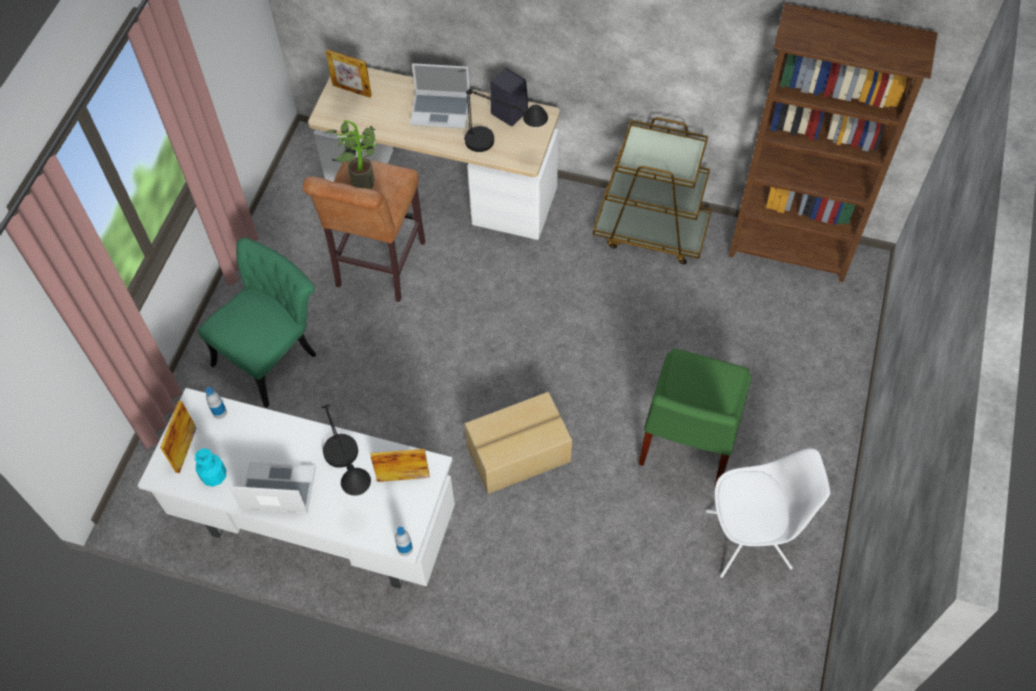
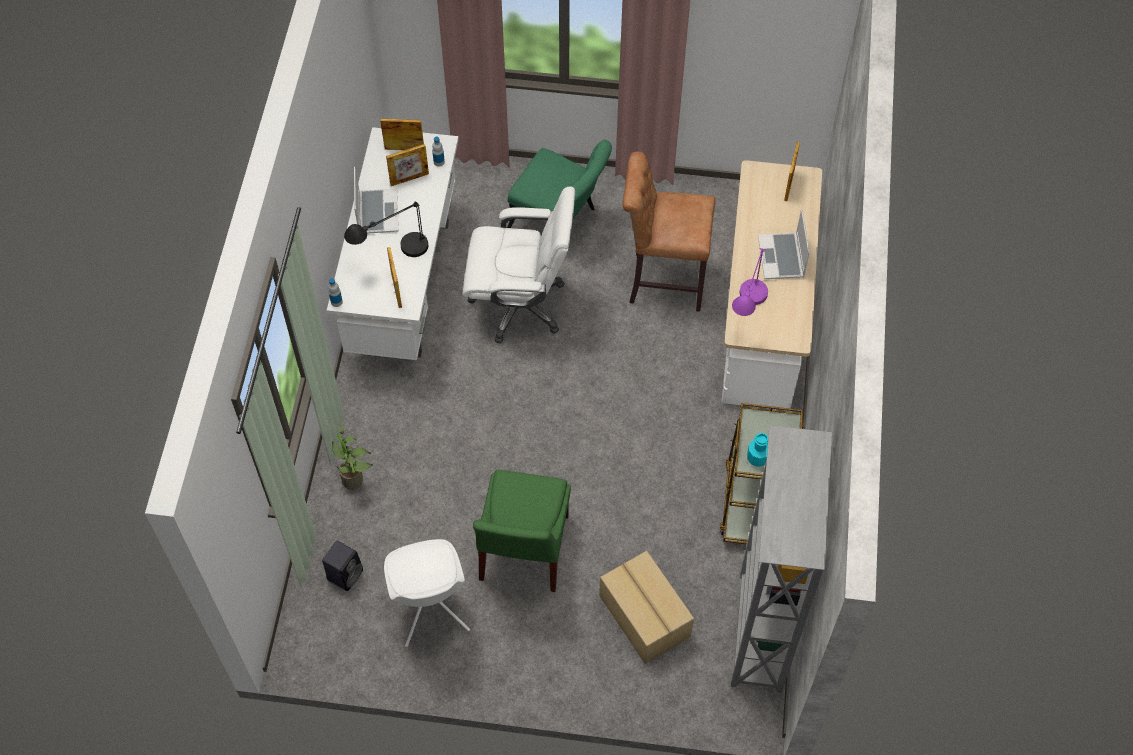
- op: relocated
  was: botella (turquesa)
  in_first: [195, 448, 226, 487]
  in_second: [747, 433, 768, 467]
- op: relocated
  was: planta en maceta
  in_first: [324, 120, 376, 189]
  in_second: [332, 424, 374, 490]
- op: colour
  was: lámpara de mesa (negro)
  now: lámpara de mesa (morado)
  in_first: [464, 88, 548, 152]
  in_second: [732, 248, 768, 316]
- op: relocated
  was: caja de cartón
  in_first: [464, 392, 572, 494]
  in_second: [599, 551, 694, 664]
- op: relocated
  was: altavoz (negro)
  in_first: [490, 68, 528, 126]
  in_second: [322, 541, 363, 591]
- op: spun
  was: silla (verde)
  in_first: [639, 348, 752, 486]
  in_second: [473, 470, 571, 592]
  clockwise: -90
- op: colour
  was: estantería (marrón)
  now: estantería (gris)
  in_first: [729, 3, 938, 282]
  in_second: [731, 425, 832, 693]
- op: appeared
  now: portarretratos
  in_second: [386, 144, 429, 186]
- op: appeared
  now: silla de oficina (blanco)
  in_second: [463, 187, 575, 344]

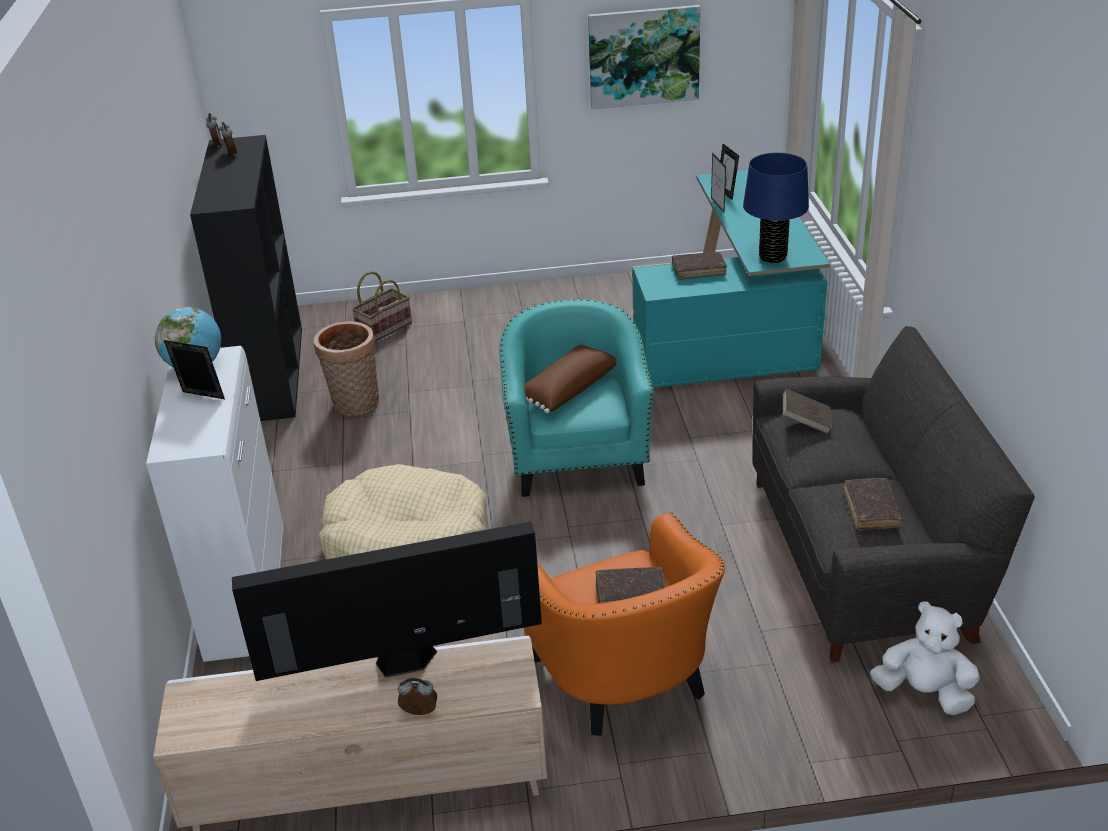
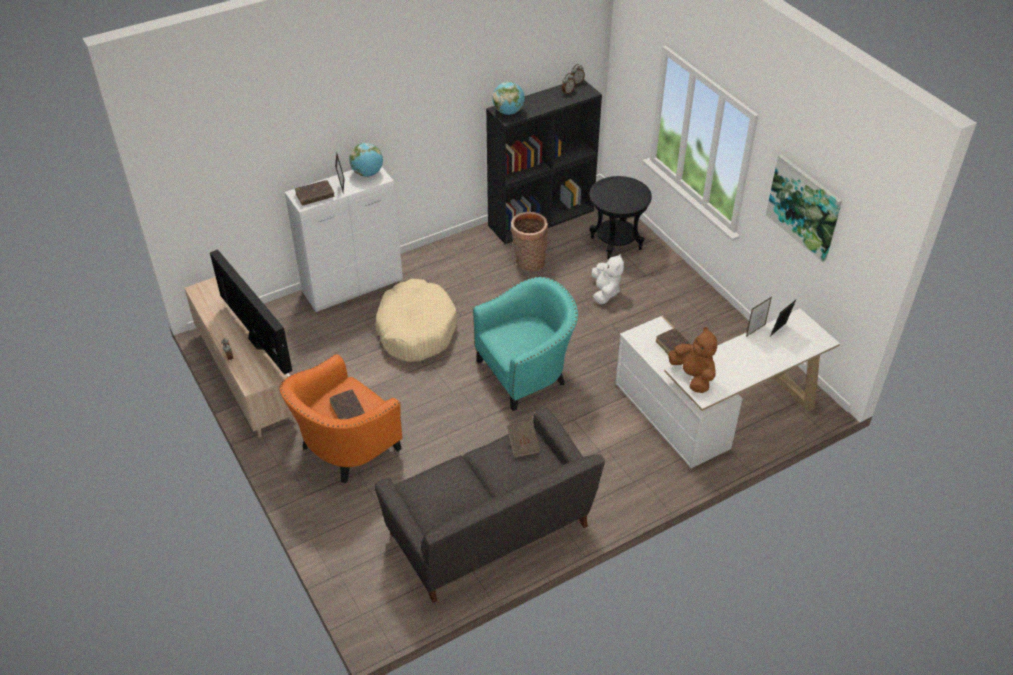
- op: exchanged
  was: cesta
  now: mesa auxiliar (negro)
  in_first: [352, 271, 412, 342]
  in_second: [589, 176, 652, 260]
- op: missing
  was: cojín (marrón)
  in_first: [524, 345, 616, 413]
- op: colour
  was: escritorio (turquesa)
  now: escritorio (blanco)
  in_first: [632, 170, 830, 388]
  in_second: [615, 309, 840, 468]
- op: exchanged
  was: lámpara de mesa (azul)
  now: peluche (marrón)
  in_first: [743, 152, 809, 263]
  in_second: [668, 327, 717, 393]
- op: relocated
  was: libro (marrón)
  in_first: [843, 478, 903, 531]
  in_second: [295, 180, 334, 205]
- op: relocated
  was: peluche (blanco)
  in_first: [870, 602, 980, 715]
  in_second: [592, 254, 624, 305]
- op: appeared
  now: globo terráqueo
  in_second: [492, 82, 525, 115]

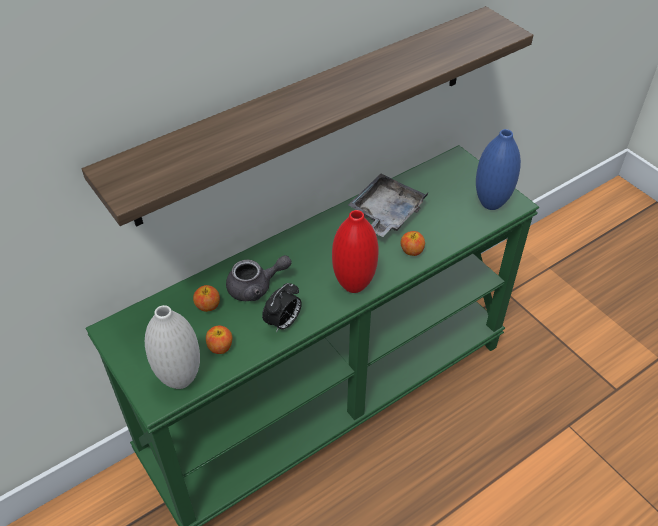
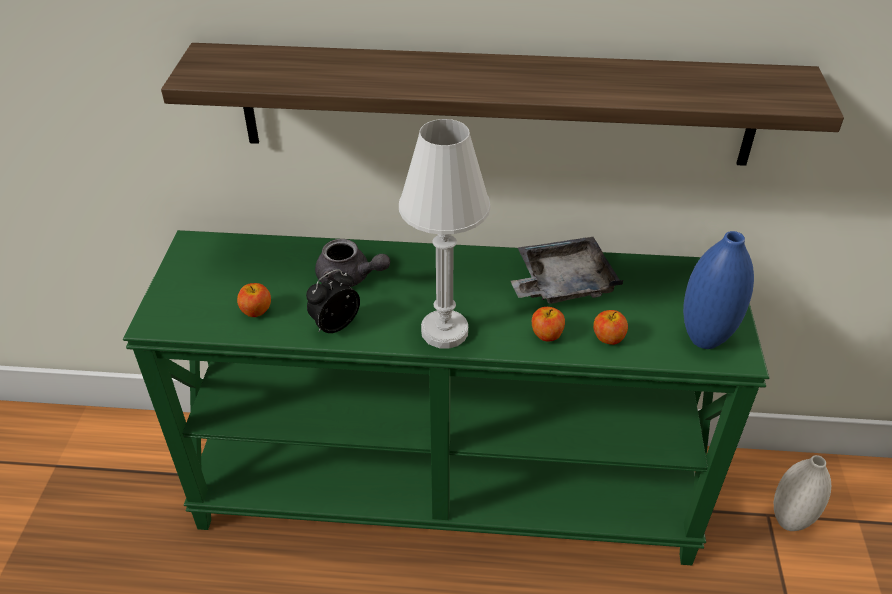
- op: relocated
  was: florero (blanco)
  in_first: [145, 305, 200, 389]
  in_second: [774, 455, 831, 531]
- op: relocated
  was: manzana
  in_first: [193, 285, 220, 312]
  in_second: [593, 310, 628, 345]
- op: spun
  was: despertador
  in_first: [262, 283, 302, 333]
  in_second: [306, 269, 360, 333]
  clockwise: 150
- op: exchanged
  was: florero (rojo)
  now: lámpara de mesa (blanco)
  in_first: [332, 210, 379, 293]
  in_second: [399, 119, 491, 348]

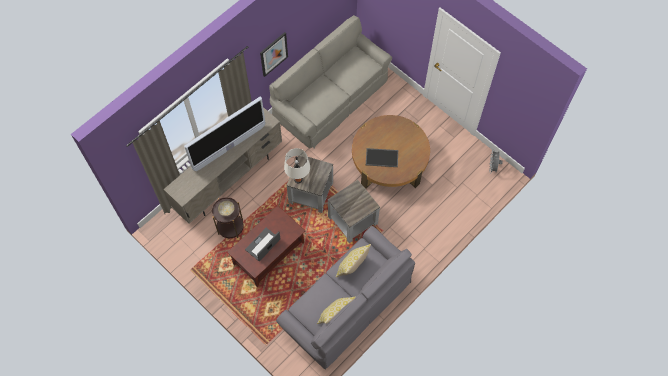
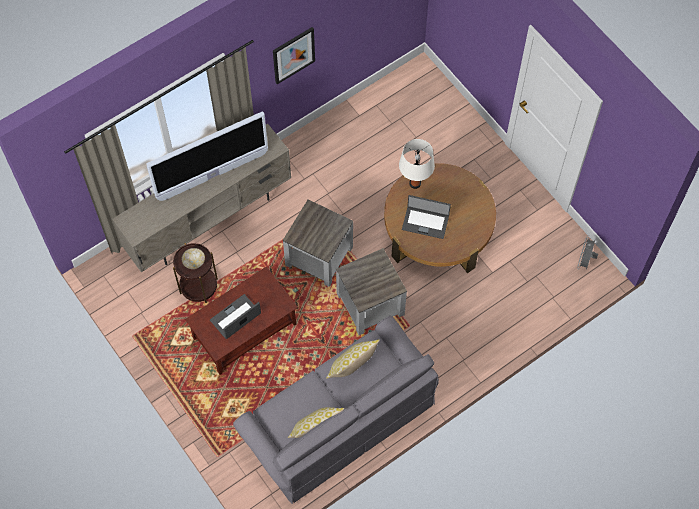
- op: missing
  was: sofá (gris)
  in_first: [269, 15, 392, 149]
- op: relocated
  was: lámpara de mesa (blanco)
  in_first: [284, 148, 310, 183]
  in_second: [399, 139, 435, 189]
- op: exchanged
  was: bandeja
  now: portátil
  in_first: [366, 148, 398, 167]
  in_second: [402, 195, 451, 239]

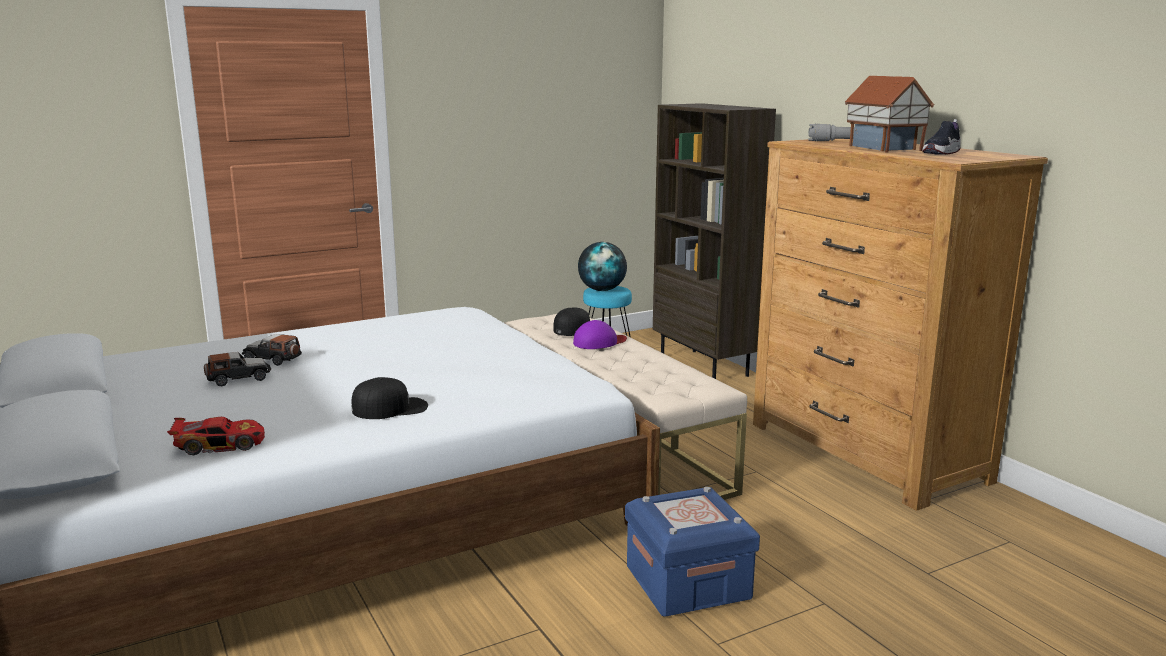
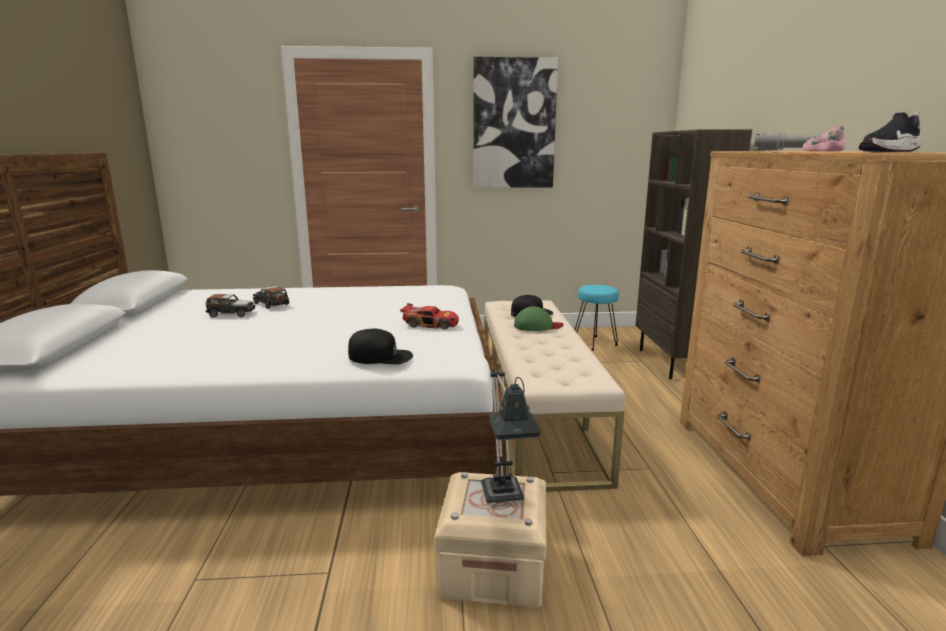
- op: relocated
  was: coche de juguete
  in_first: [167, 417, 265, 455]
  in_second: [400, 303, 459, 330]
- op: relocated
  was: gorra (negro)
  in_first: [351, 377, 428, 419]
  in_second: [348, 328, 413, 364]
- op: colour
  was: gorra (morado)
  now: gorra (verde)
  in_first: [573, 320, 627, 349]
  in_second: [514, 306, 564, 331]
- op: missing
  was: globo terráqueo
  in_first: [578, 242, 627, 291]
- op: colour
  was: caja de almacenaje (azul)
  now: caja de almacenaje (beis)
  in_first: [625, 487, 760, 617]
  in_second: [434, 472, 547, 607]
- op: exchanged
  was: casita
  now: zapato (rosa)
  in_first: [845, 76, 935, 153]
  in_second: [803, 126, 845, 151]
- op: appeared
  now: cuadro
  in_second: [473, 57, 558, 188]
- op: appeared
  now: lámpara de mesa
  in_second: [481, 369, 541, 503]

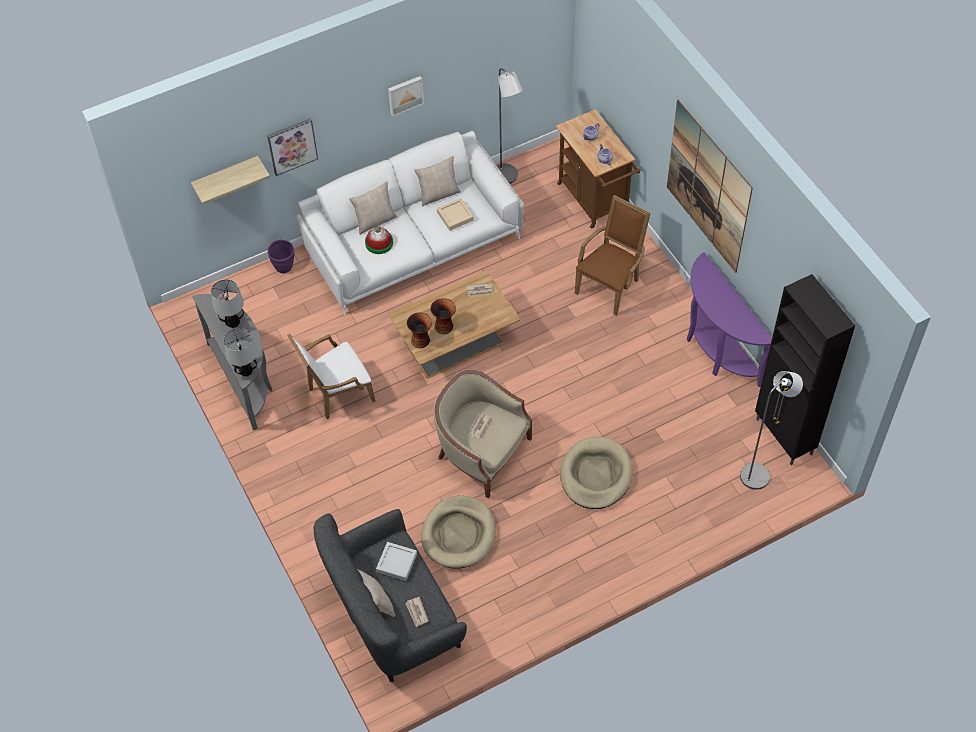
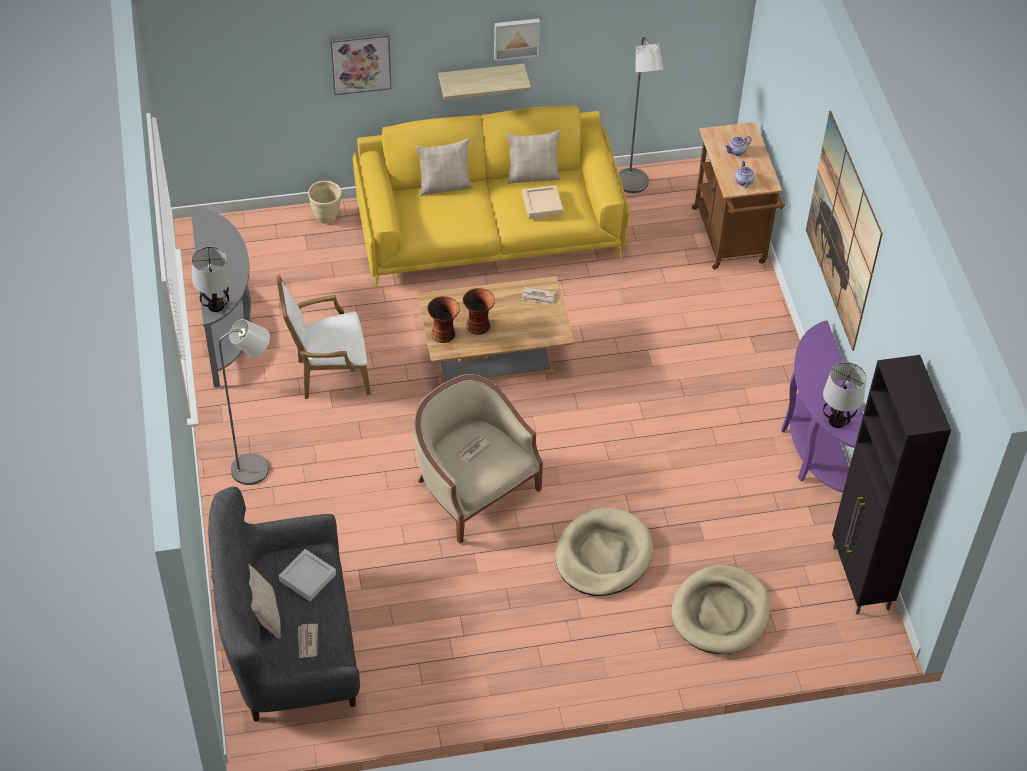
- op: relocated
  was: estante
  in_first: [191, 156, 270, 205]
  in_second: [438, 64, 531, 100]
- op: relocated
  was: lámpara de mesa
  in_first: [211, 279, 244, 328]
  in_second: [823, 362, 867, 428]
- op: colour
  was: maceta (morado)
  now: maceta (beis)
  in_first: [267, 240, 294, 274]
  in_second: [308, 181, 342, 224]
- op: colour
  was: sofá (blanco)
  now: sofá (amarillo)
  in_first: [297, 131, 524, 315]
  in_second: [353, 106, 630, 288]
- op: missing
  was: sombrero
  in_first: [365, 226, 393, 254]
- op: relocated
  was: cama para perro (beis)
  in_first: [421, 496, 496, 569]
  in_second: [671, 565, 770, 654]
- op: missing
  was: sillón (marrón)
  in_first: [575, 195, 650, 315]
- op: relocated
  was: lámpara de pie (gris)
  in_first: [740, 371, 803, 490]
  in_second: [219, 319, 270, 485]

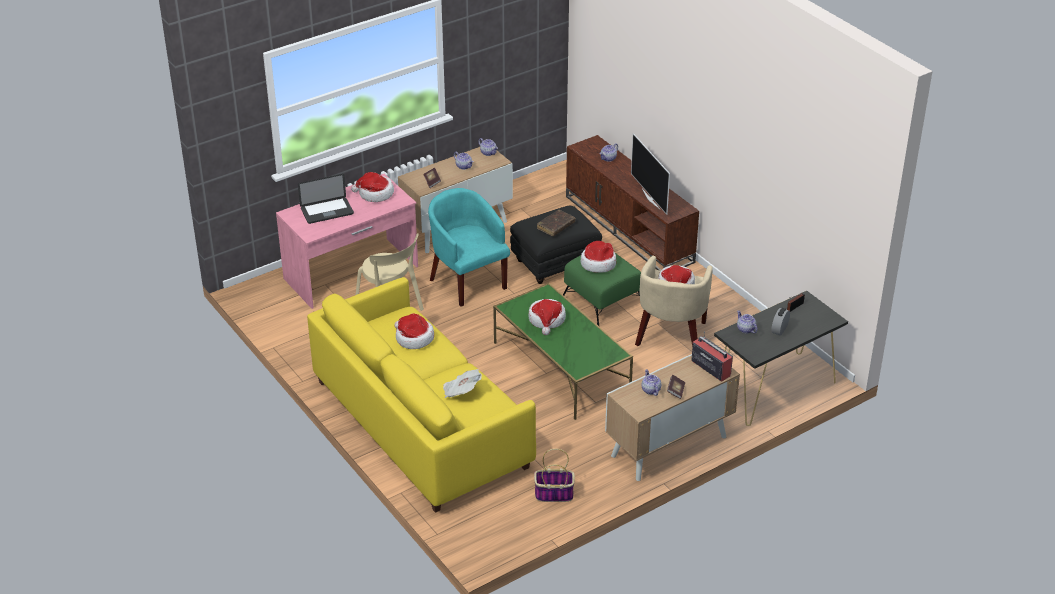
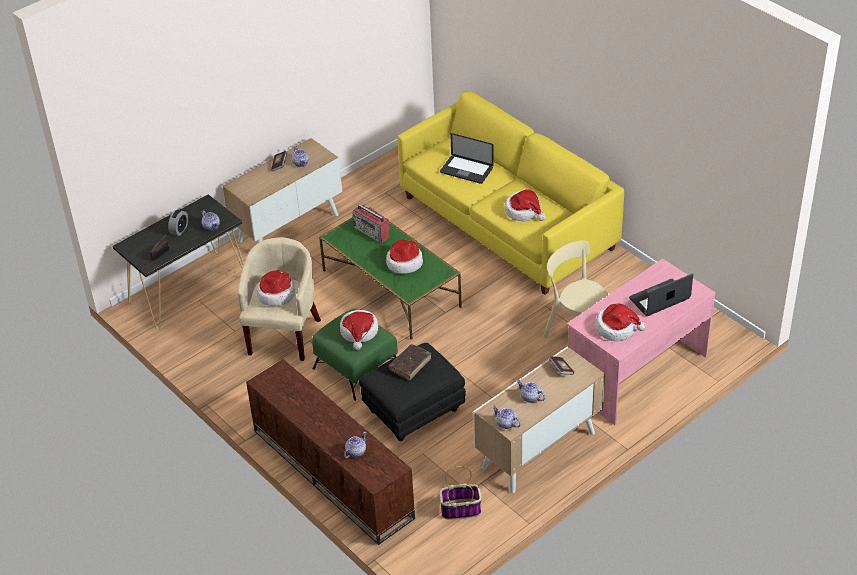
- op: missing
  was: sillón (turquesa)
  in_first: [428, 188, 510, 307]
- op: exchanged
  was: periódico
  now: portátil
  in_first: [443, 369, 482, 398]
  in_second: [440, 133, 494, 184]
- op: relocated
  was: cesta
  in_first: [534, 449, 575, 502]
  in_second: [439, 466, 482, 519]
- op: missing
  was: televisor
  in_first: [631, 133, 670, 215]
- op: relocated
  was: radio
  in_first: [691, 331, 733, 382]
  in_second: [353, 204, 390, 243]

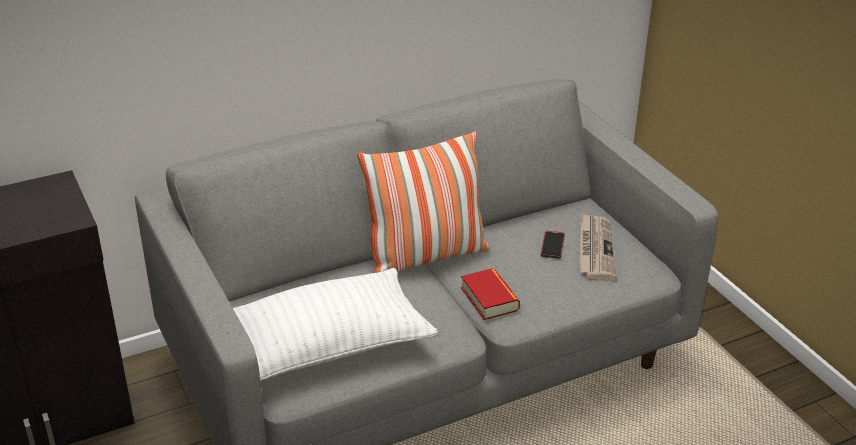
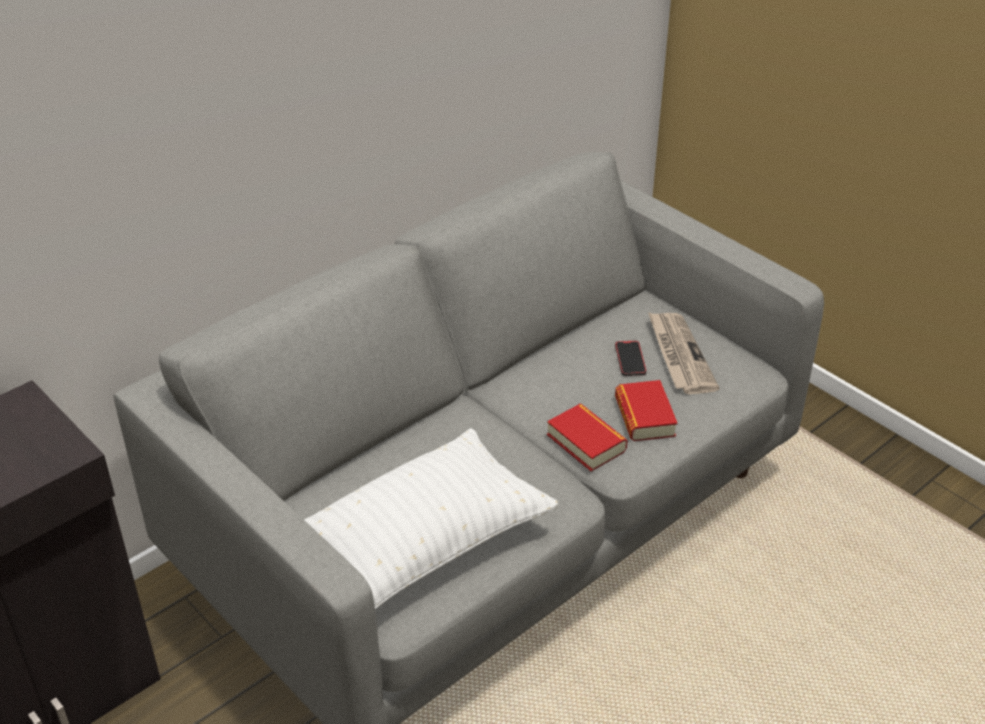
- op: missing
  was: cojín
  in_first: [357, 131, 490, 273]
- op: appeared
  now: libro
  in_second: [615, 380, 678, 441]

